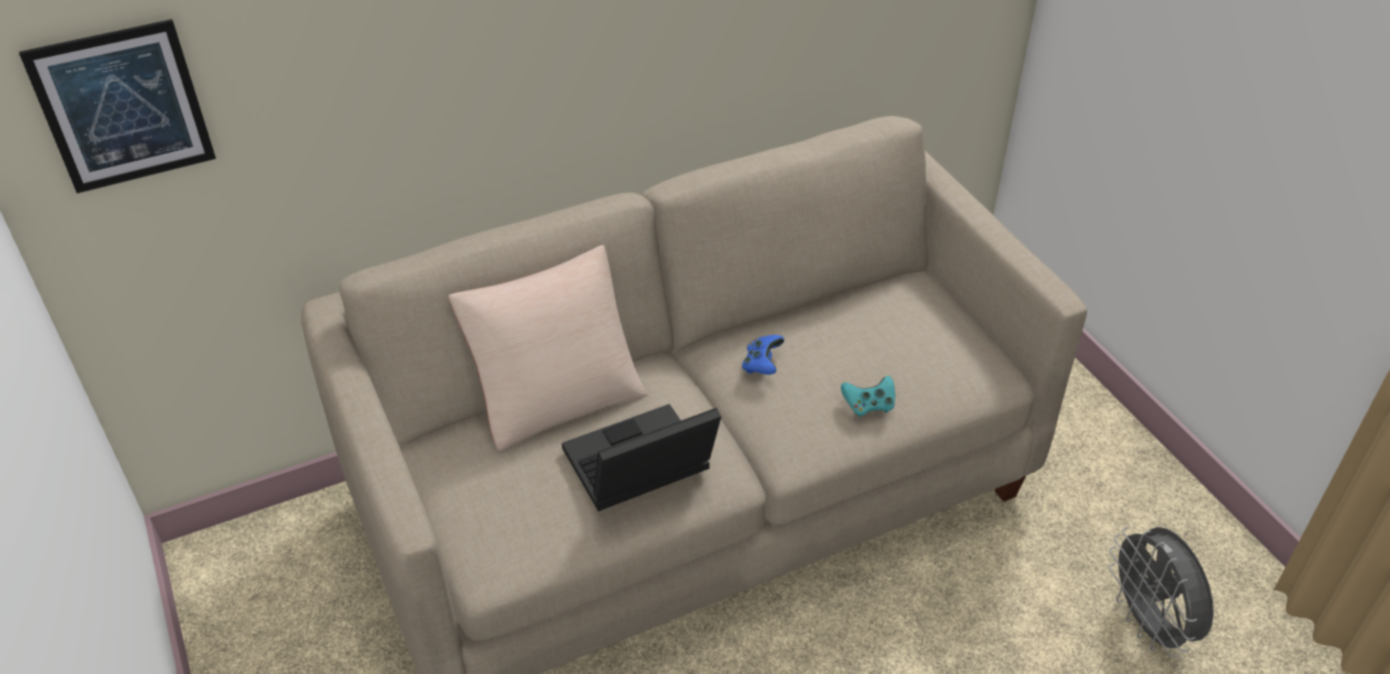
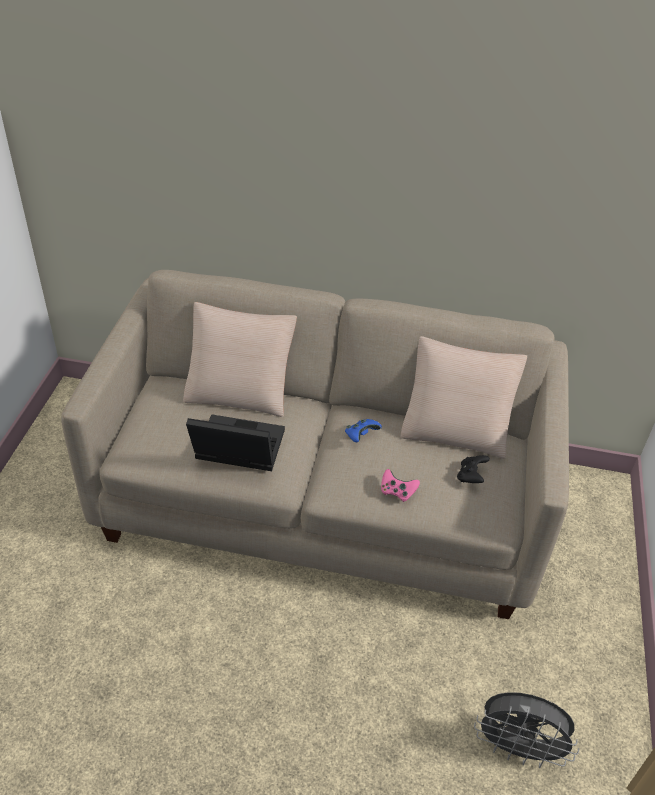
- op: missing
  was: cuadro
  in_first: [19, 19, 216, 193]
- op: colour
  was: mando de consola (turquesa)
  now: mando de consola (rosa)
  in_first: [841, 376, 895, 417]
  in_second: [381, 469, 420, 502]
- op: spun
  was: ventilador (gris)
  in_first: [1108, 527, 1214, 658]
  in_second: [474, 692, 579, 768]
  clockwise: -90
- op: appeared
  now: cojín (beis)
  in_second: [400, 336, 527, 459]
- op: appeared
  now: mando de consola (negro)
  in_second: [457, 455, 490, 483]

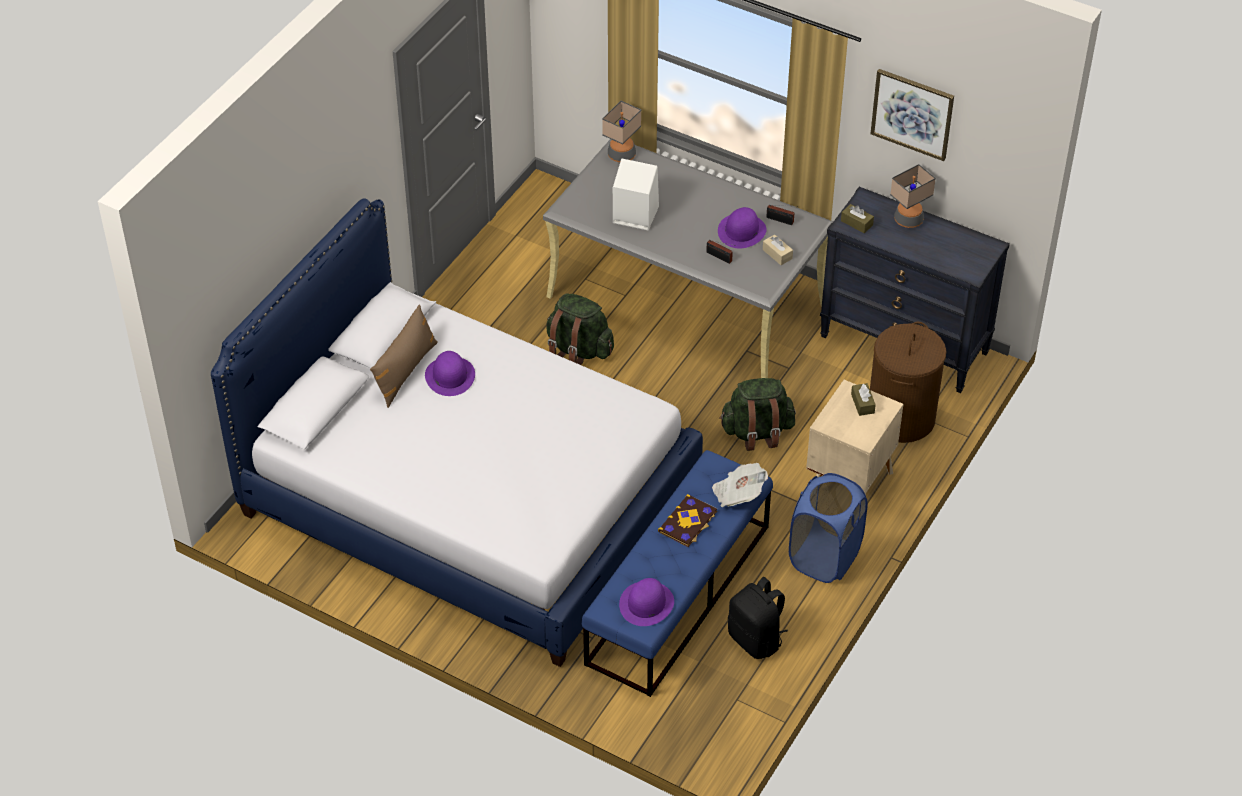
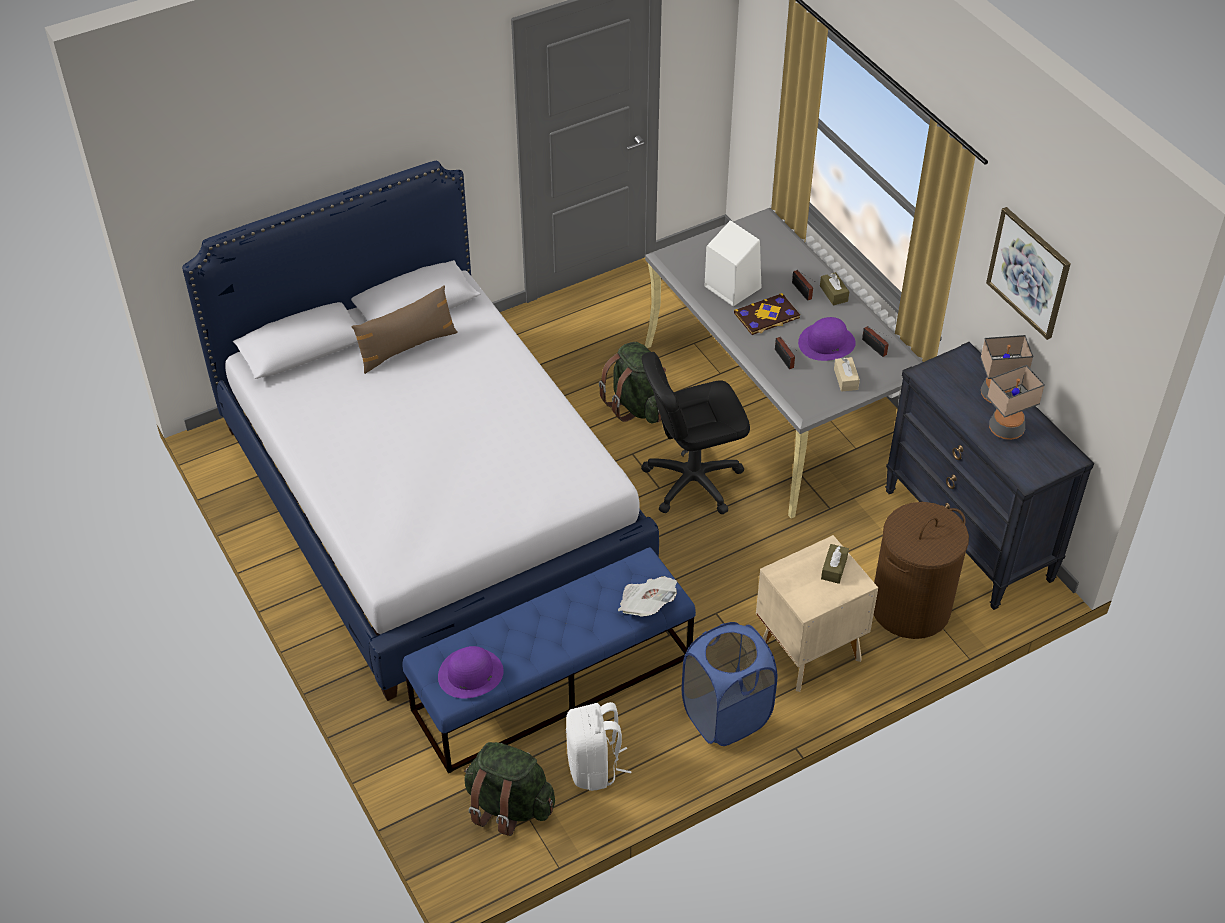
- op: missing
  was: sombrero (morado)
  in_first: [425, 351, 475, 396]
- op: relocated
  was: lámpara de mesa
  in_first: [602, 101, 641, 162]
  in_second: [987, 365, 1045, 440]
- op: relocated
  was: libro
  in_first: [658, 494, 717, 547]
  in_second: [734, 293, 800, 335]
- op: relocated
  was: mochila (verde)
  in_first: [719, 378, 796, 451]
  in_second: [464, 742, 555, 836]
- op: colour
  was: mochila (negro)
  now: mochila (blanco)
  in_first: [728, 577, 788, 659]
  in_second: [566, 702, 632, 791]
- op: relocated
  was: caja de pañuelos (marrón)
  in_first: [841, 204, 874, 233]
  in_second: [820, 272, 849, 306]
- op: appeared
  now: silla de oficina (negro)
  in_second: [641, 352, 750, 514]
- op: appeared
  now: radio
  in_second: [792, 270, 815, 301]

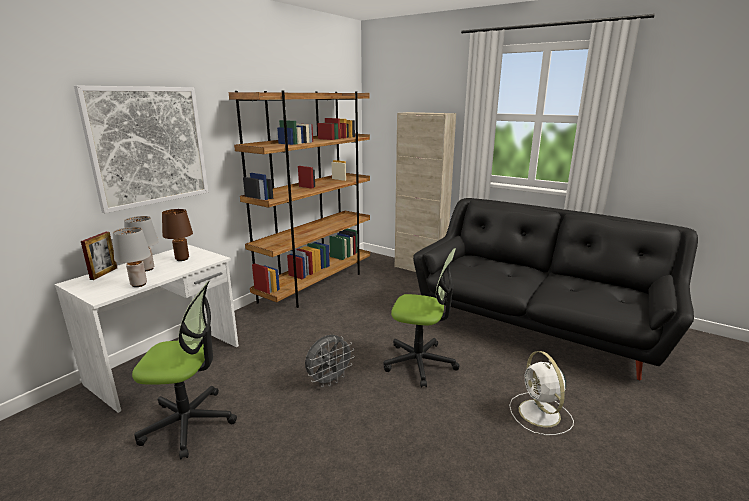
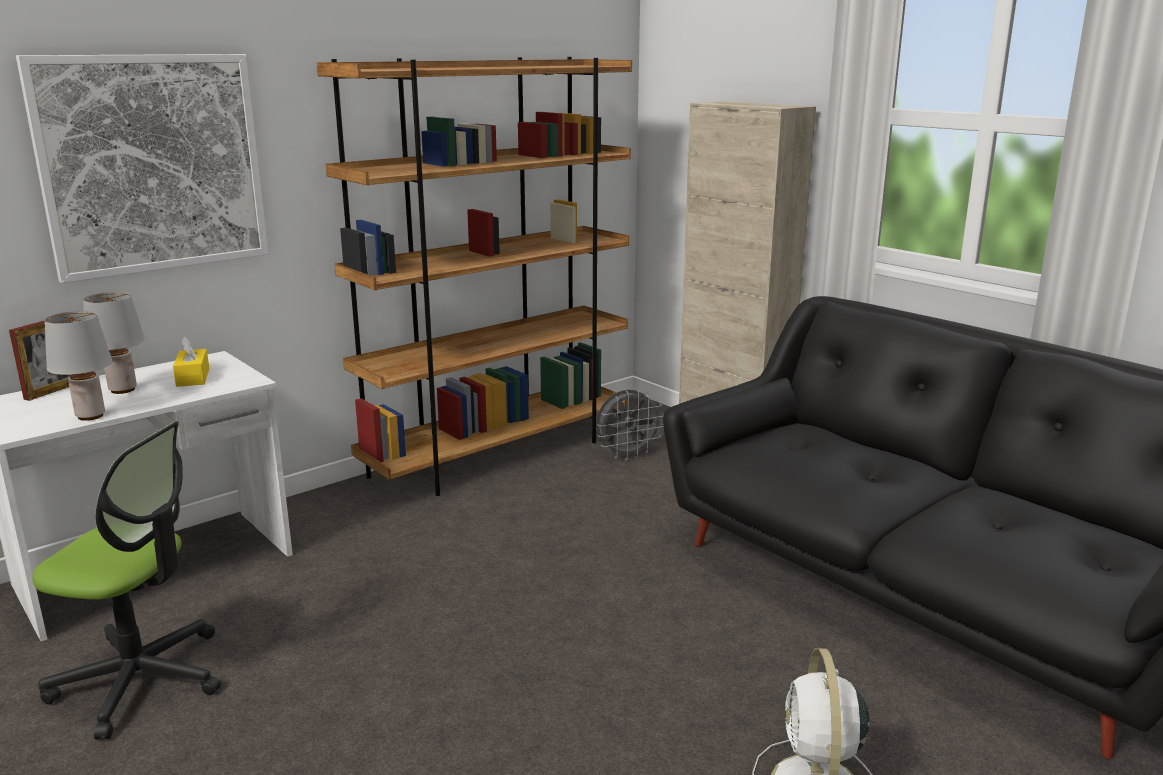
- op: exchanged
  was: lámpara de mesa (marrón)
  now: caja de pañuelos (amarillo)
  in_first: [162, 209, 193, 261]
  in_second: [173, 337, 209, 387]
- op: relocated
  was: ventilador (gris)
  in_first: [305, 335, 355, 387]
  in_second: [596, 390, 664, 460]
- op: missing
  was: silla de oficina
  in_first: [384, 248, 460, 387]

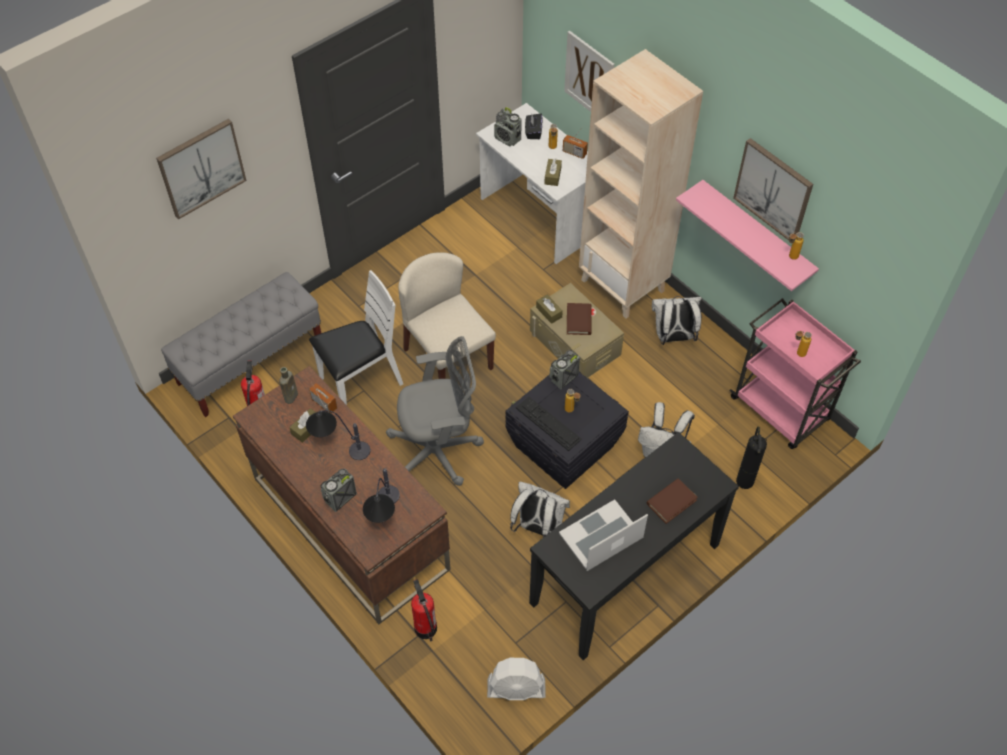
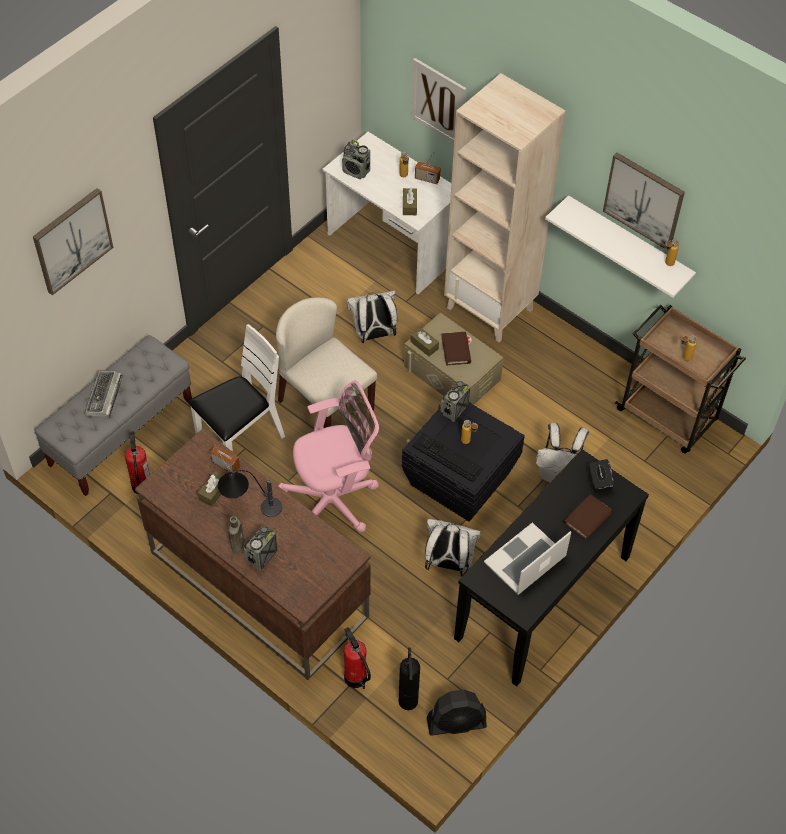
- op: relocated
  was: botella (marrón)
  in_first: [279, 367, 298, 404]
  in_second: [228, 516, 244, 553]
- op: missing
  was: lámpara de mesa
  in_first: [363, 468, 400, 523]
- op: colour
  was: silla de oficina (gris)
  now: silla de oficina (rosa)
  in_first: [386, 336, 484, 486]
  in_second: [278, 380, 379, 532]
- op: colour
  was: ventilador (blanco)
  now: ventilador (negro)
  in_first: [487, 658, 546, 700]
  in_second: [427, 690, 487, 736]
- op: relocated
  was: caja de pañuelos (negro)
  in_first: [525, 113, 542, 139]
  in_second: [589, 459, 614, 492]
- op: relocated
  was: mochila (blanco)
  in_first: [652, 296, 702, 345]
  in_second: [347, 291, 397, 343]
- op: colour
  was: estante (rosa)
  now: estante (blanco)
  in_first: [676, 180, 819, 291]
  in_second: [545, 195, 696, 298]
- op: colour
  was: carrito (rosa)
  now: carrito (marrón)
  in_first: [729, 298, 861, 449]
  in_second: [615, 305, 746, 453]
- op: relocated
  was: extintor
  in_first: [736, 426, 767, 489]
  in_second: [399, 647, 420, 710]
- op: appeared
  now: teclado
  in_second: [84, 371, 123, 418]

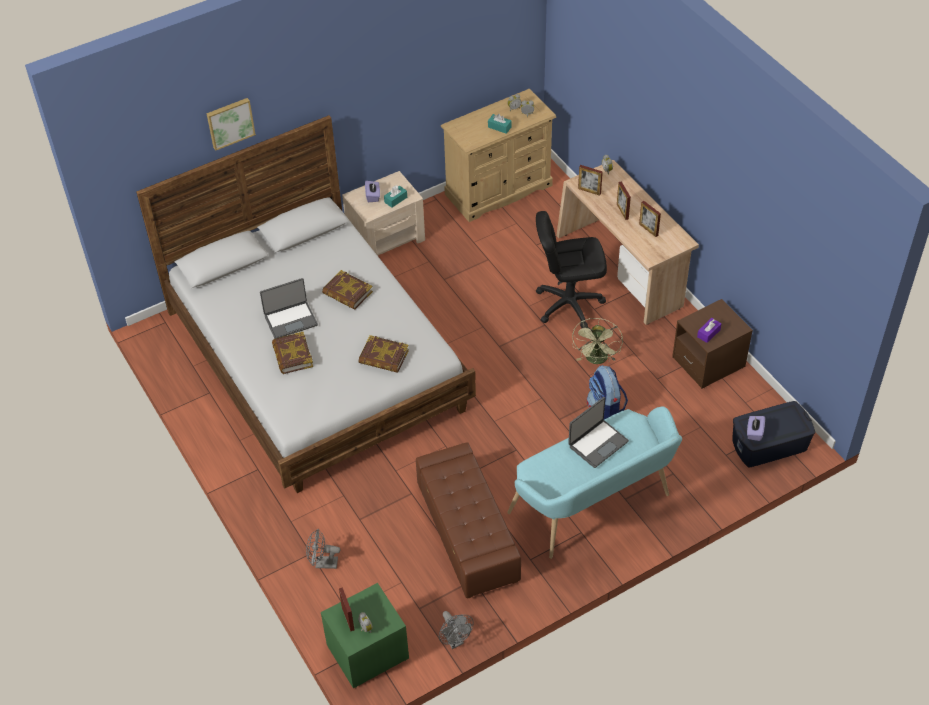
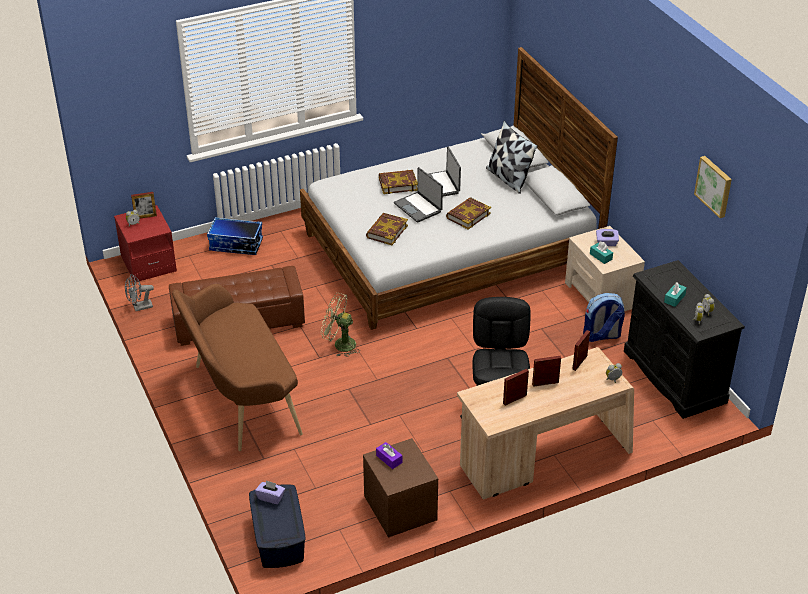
- op: relocated
  was: cuadro
  in_first: [206, 98, 256, 151]
  in_second: [694, 156, 732, 218]
- op: exchanged
  was: ventilador (gris)
  now: caja de almacenaje
  in_first: [306, 529, 340, 569]
  in_second: [207, 217, 263, 255]
- op: colour
  was: mesita de noche (verde)
  now: mesita de noche (rojo)
  in_first: [321, 583, 409, 688]
  in_second: [114, 205, 177, 282]
- op: colour
  was: cómoda (beis)
  now: cómoda (negro)
  in_first: [441, 89, 556, 222]
  in_second: [624, 260, 745, 419]
- op: colour
  was: banco (turquesa)
  now: banco (marrón)
  in_first: [507, 406, 682, 559]
  in_second: [172, 284, 303, 451]
- op: relocated
  was: portátil
  in_first: [568, 397, 629, 468]
  in_second: [394, 167, 443, 223]
- op: relocated
  was: ventilador (verde)
  in_first: [572, 318, 623, 364]
  in_second: [321, 293, 359, 357]
- op: relocated
  was: mochila
  in_first: [587, 365, 628, 420]
  in_second: [583, 293, 625, 342]
- op: appeared
  now: cojín
  in_second: [486, 121, 538, 194]

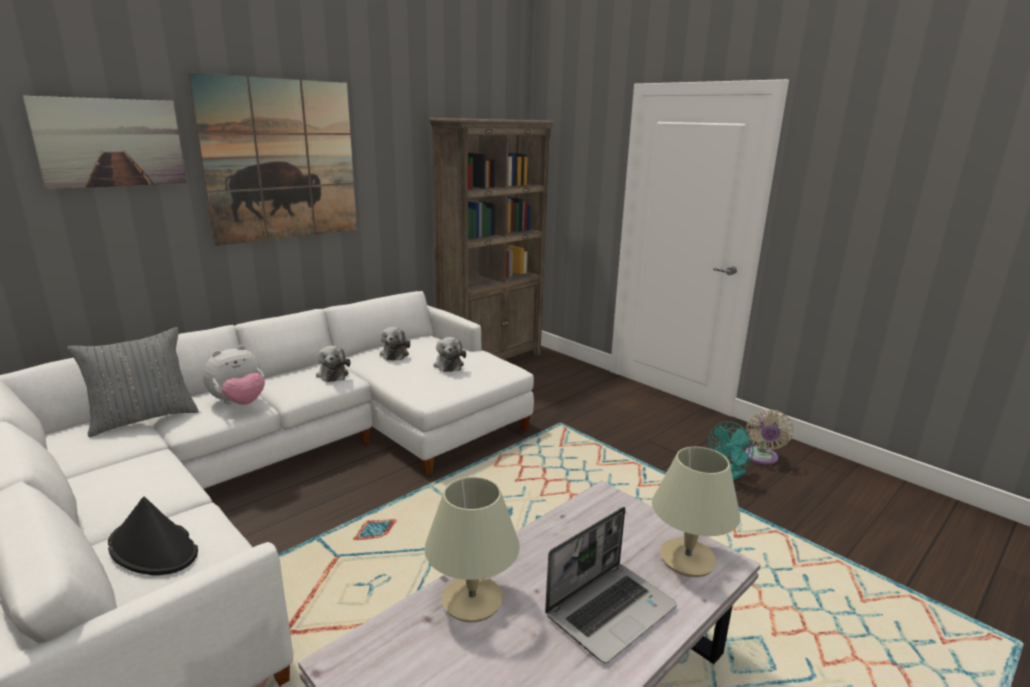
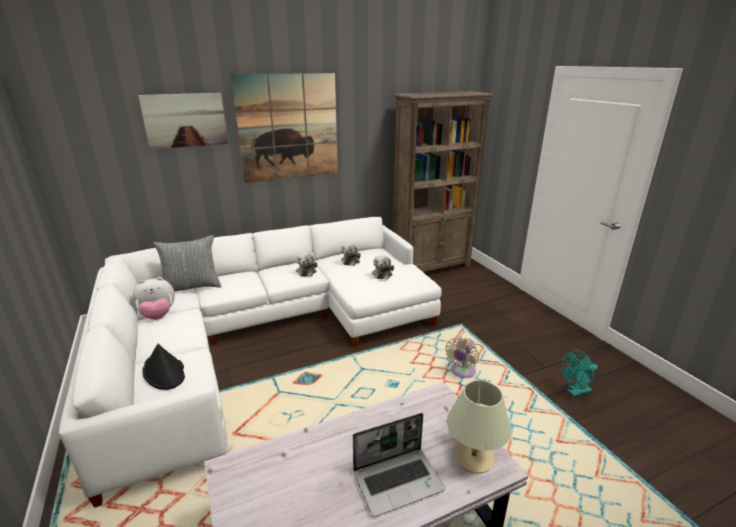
- op: relocated
  was: peluche
  in_first: [203, 345, 265, 405]
  in_second: [133, 277, 175, 320]
- op: missing
  was: lámpara de mesa (beis)
  in_first: [424, 477, 520, 622]
- op: relocated
  was: ventilador (beis)
  in_first: [745, 410, 793, 464]
  in_second: [446, 337, 479, 378]

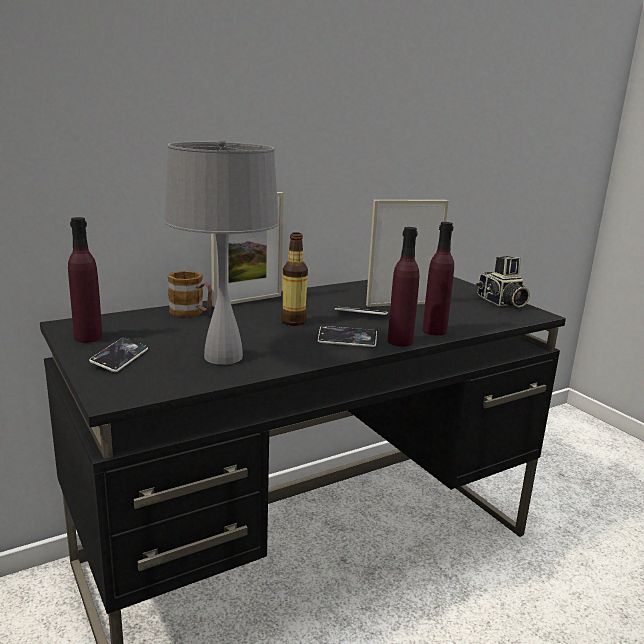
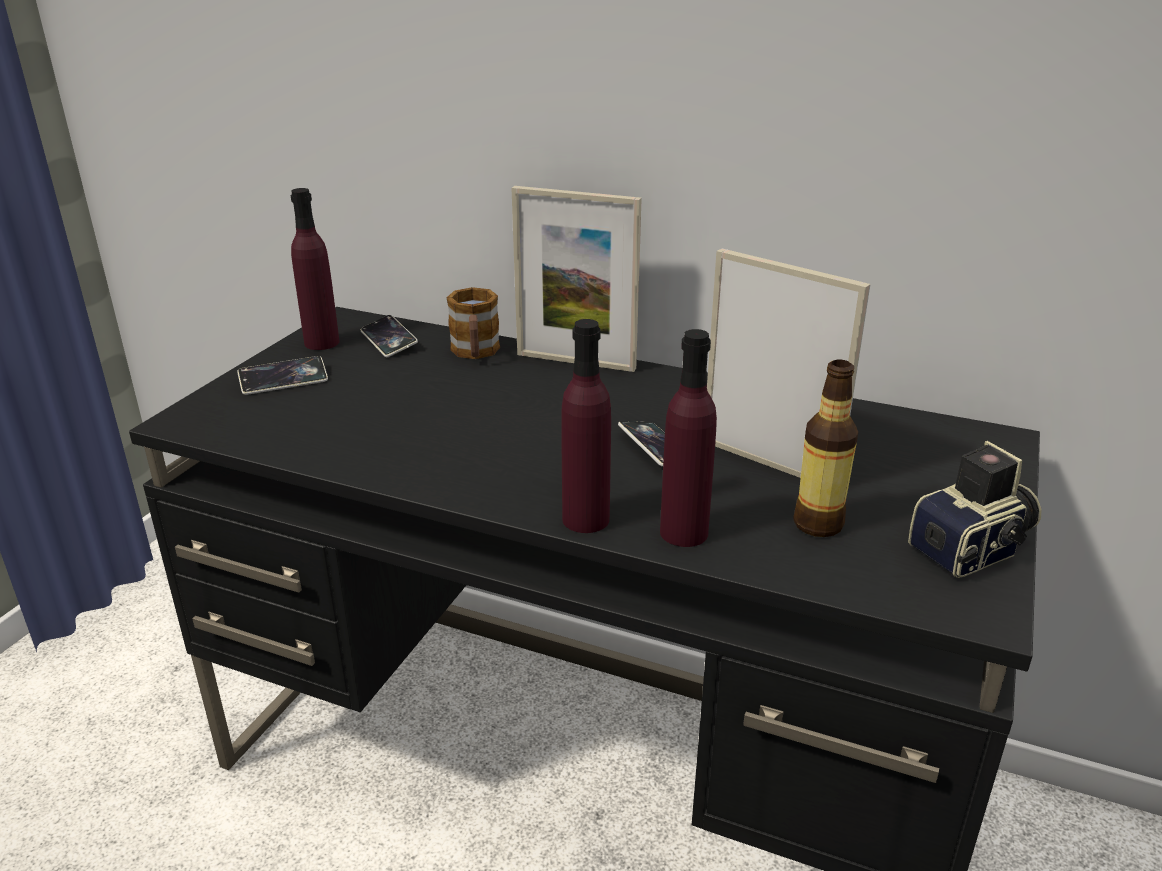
- op: missing
  was: lámpara de mesa (gris)
  in_first: [164, 139, 279, 365]
- op: relocated
  was: botella
  in_first: [281, 232, 308, 326]
  in_second: [794, 360, 858, 537]
- op: relocated
  was: móvil
  in_first: [318, 326, 377, 347]
  in_second: [361, 315, 418, 357]
- op: spun
  was: cámara
  in_first: [476, 256, 530, 307]
  in_second: [908, 441, 1042, 578]
  clockwise: -150

